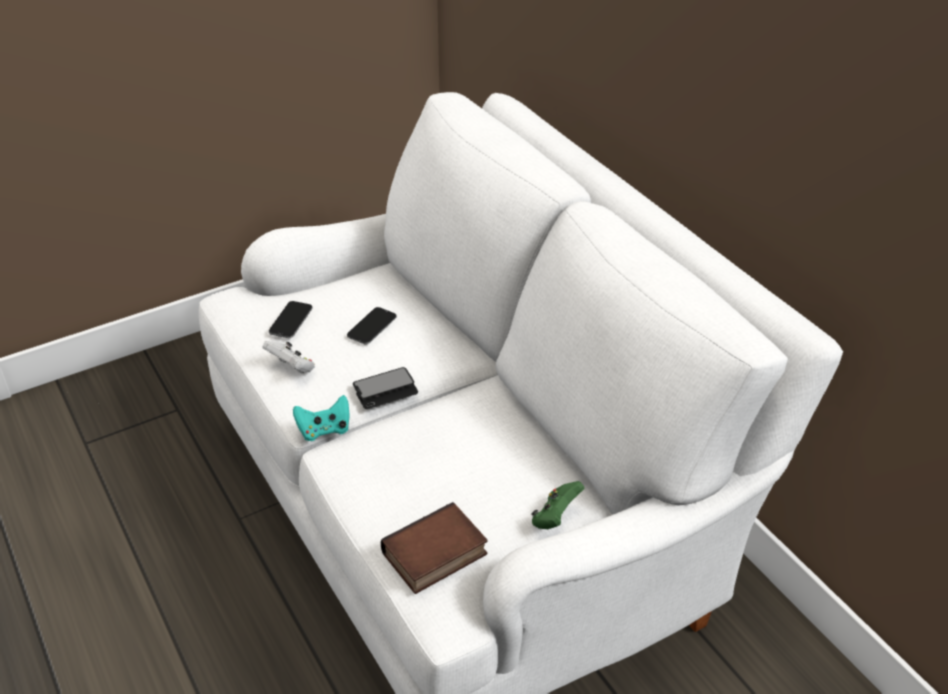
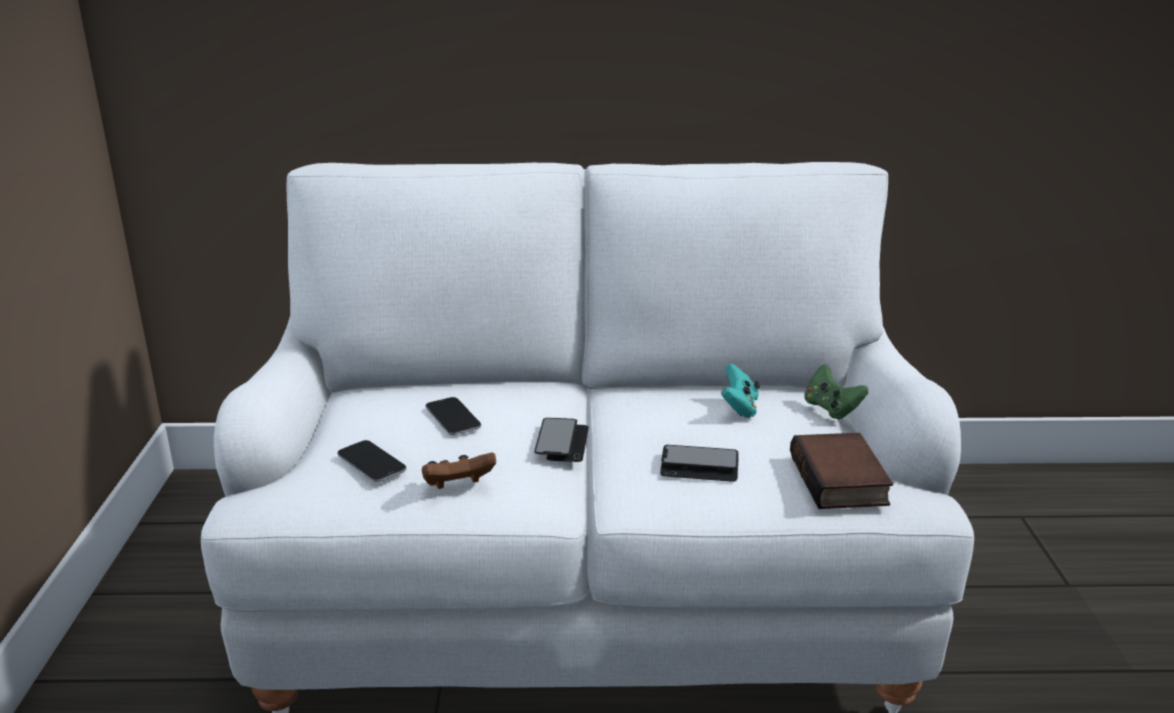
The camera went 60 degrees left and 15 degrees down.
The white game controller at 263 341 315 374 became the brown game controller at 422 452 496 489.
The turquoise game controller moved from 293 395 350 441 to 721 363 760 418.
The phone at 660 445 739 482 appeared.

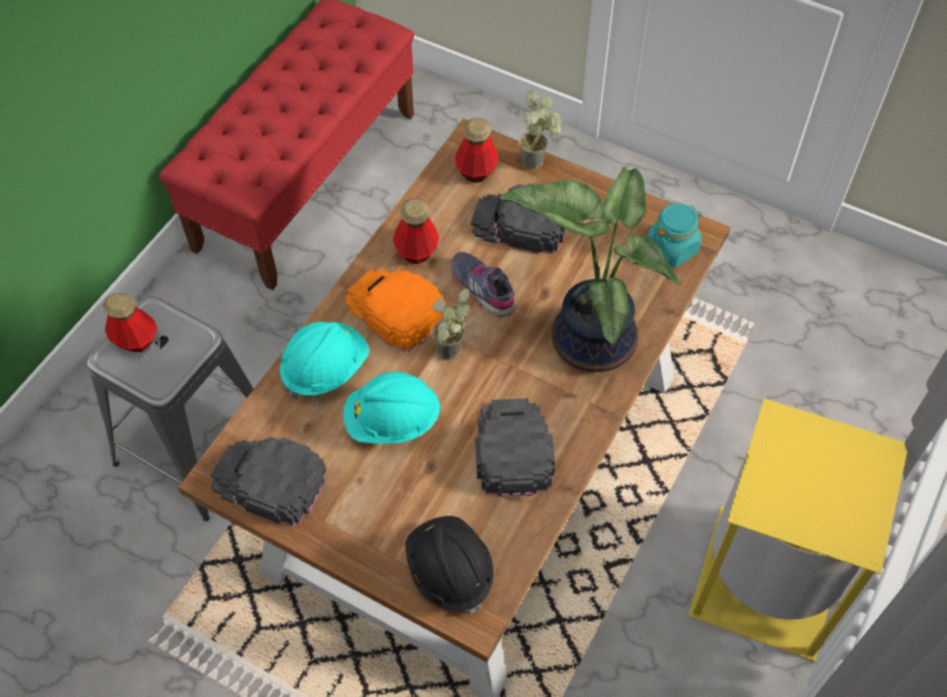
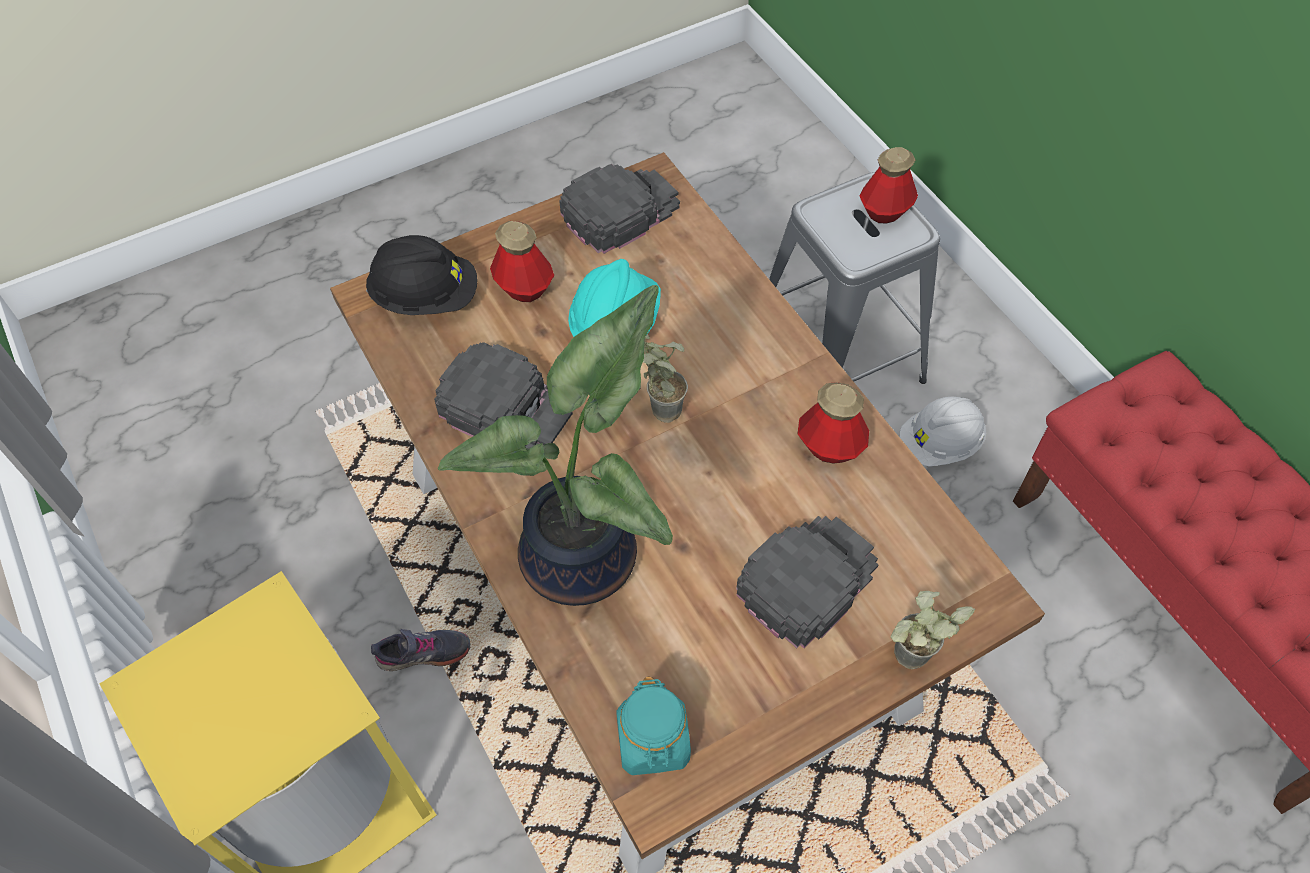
The camera went 120 degrees right and 0 degrees up.
The bottle moved from 455 118 498 183 to 490 221 554 302.
The grey shoe moved from 450 252 515 317 to 371 629 470 671.
The orange cap at 345 268 447 352 disappeared.
The turquoise hard hat at 280 322 369 400 disappeared.
The white hard hat at 900 397 986 467 appeared.

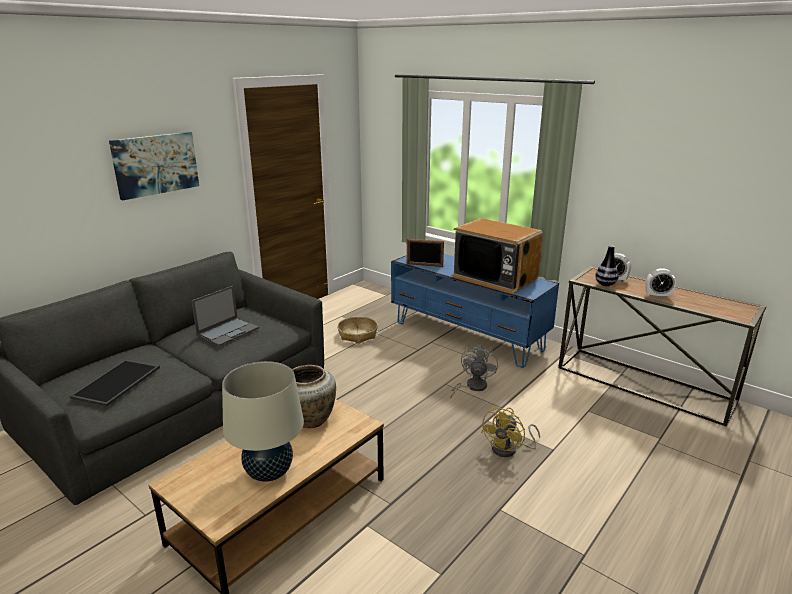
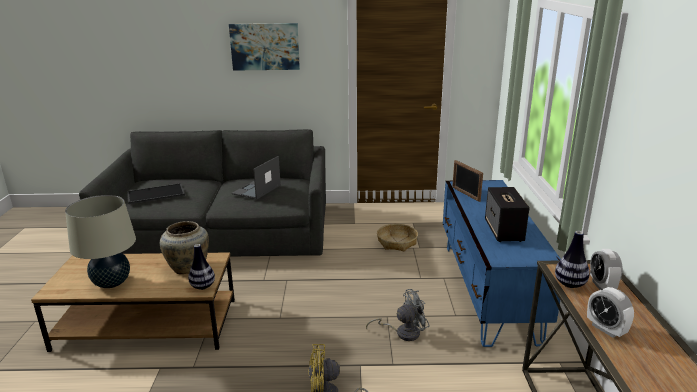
The camera went 50 degrees right and 0 degrees up.
The television at 452 218 543 294 was replaced by the speaker at 485 187 530 242.
The laptop at 191 286 259 346 turned 120 degrees clockwise.
The vase at 188 244 215 290 appeared.

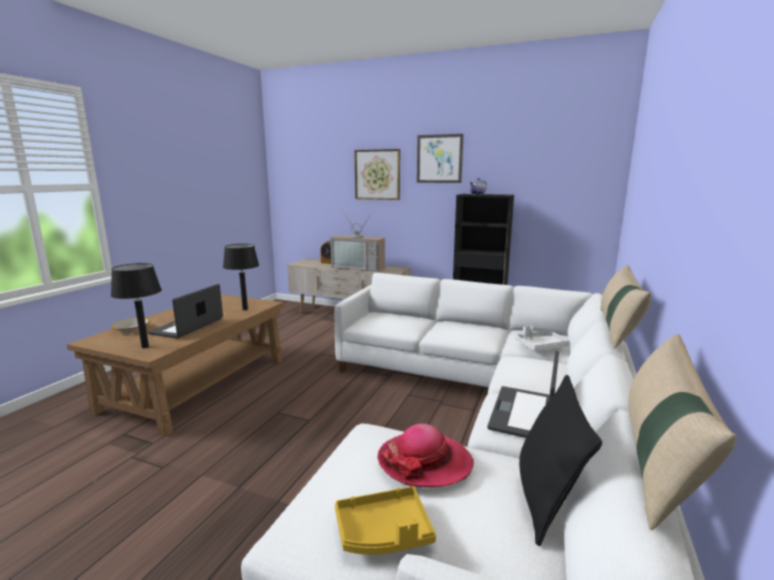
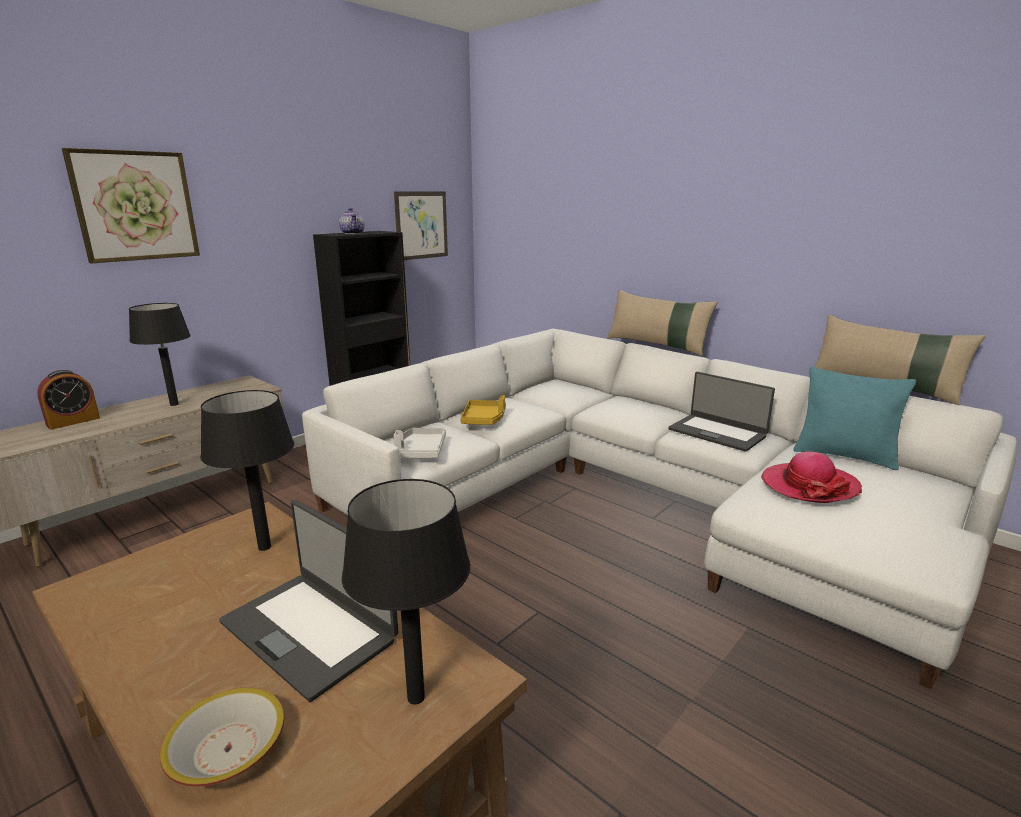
The camera went 70 degrees left and 5 degrees up.
The picture moved from 417 134 464 183 to 394 192 448 260.
The television at 330 210 385 272 was replaced by the black table lamp at 129 303 191 406.
The white tray moved from 515 325 570 351 to 394 428 446 458.
The black pillow at 519 375 602 546 became the turquoise pillow at 793 366 916 470.
The yellow tray moved from 335 486 436 555 to 460 395 506 425.

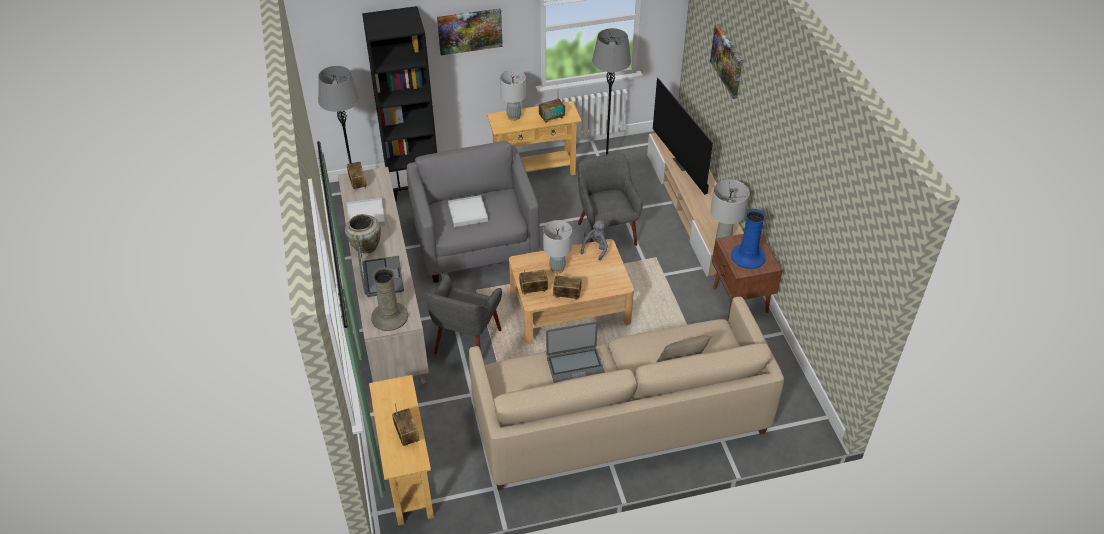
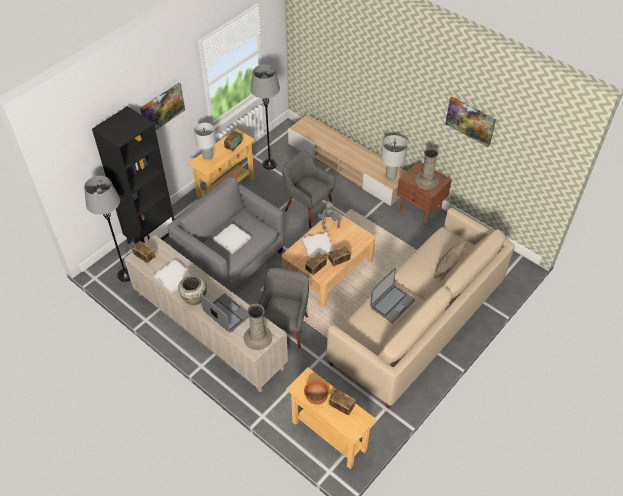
The camera went 35 degrees left and 5 degrees up.
The picture moved from 710 24 742 99 to 445 97 496 147.
The television at 653 78 713 195 disappeared.
The blue vase at 731 209 766 269 became the beige vase at 415 148 439 190.
The grey table lamp at 543 220 572 273 was replaced by the white tray at 302 232 334 259.
The grey armchair at 426 274 502 354 turned 150 degrees counterclockwise.
The brown bowl at 304 380 329 405 appeared.

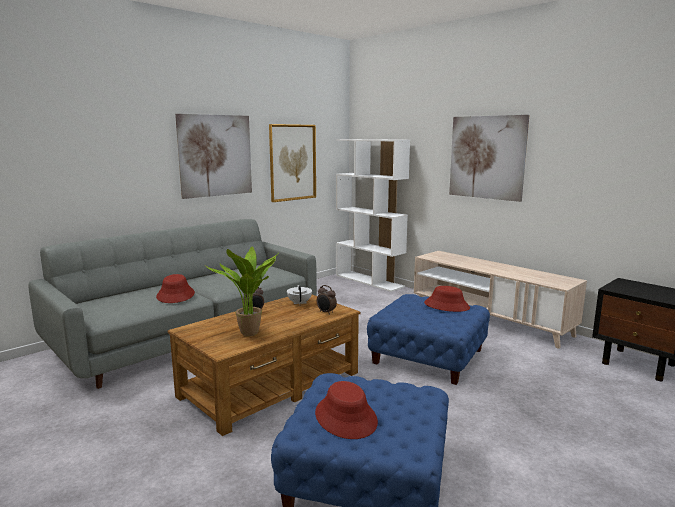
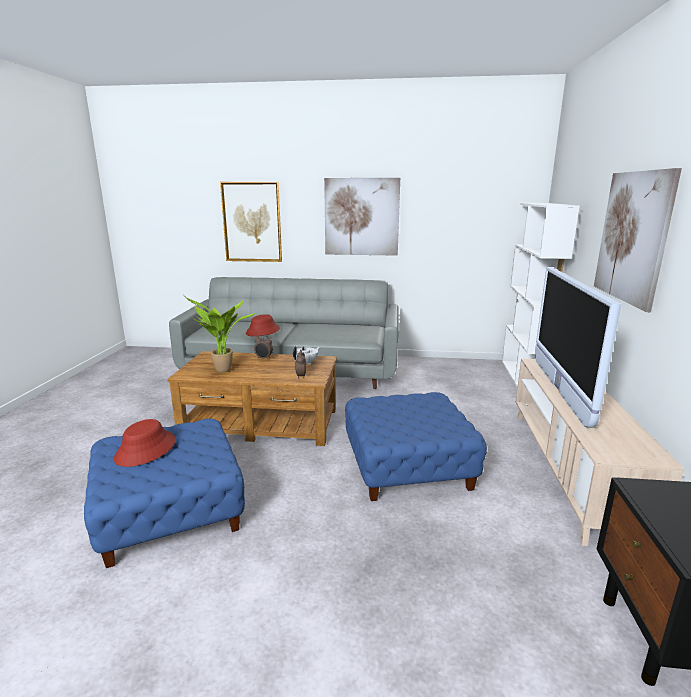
The camera went 50 degrees right and 5 degrees up.
The picture moved from 269 124 316 202 to 220 182 282 262.
The red hat at 424 286 470 312 disappeared.
The television at 535 267 621 428 appeared.

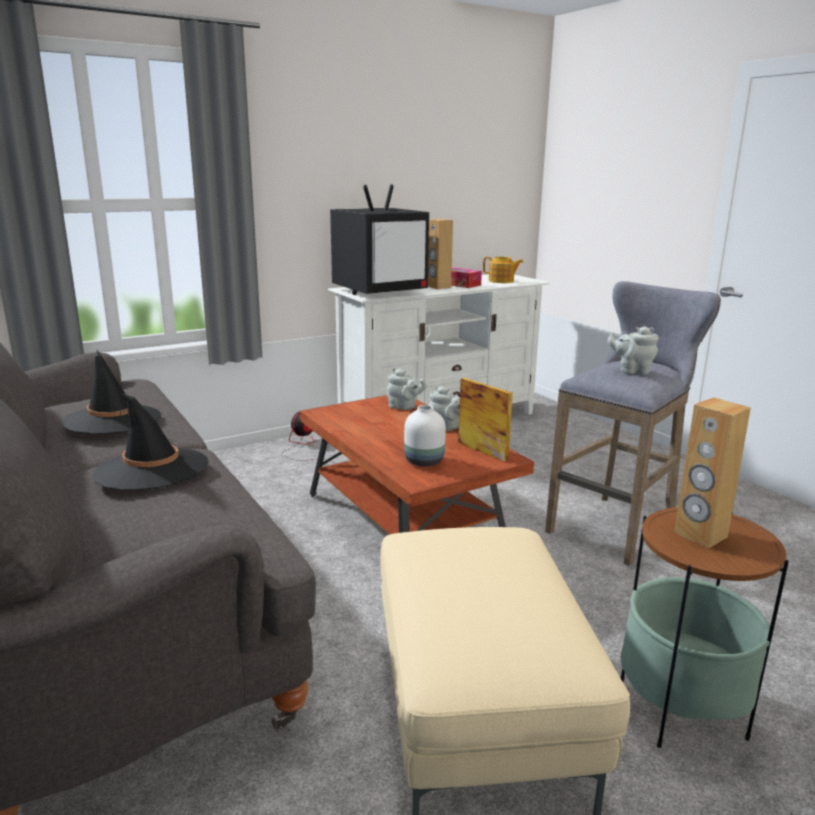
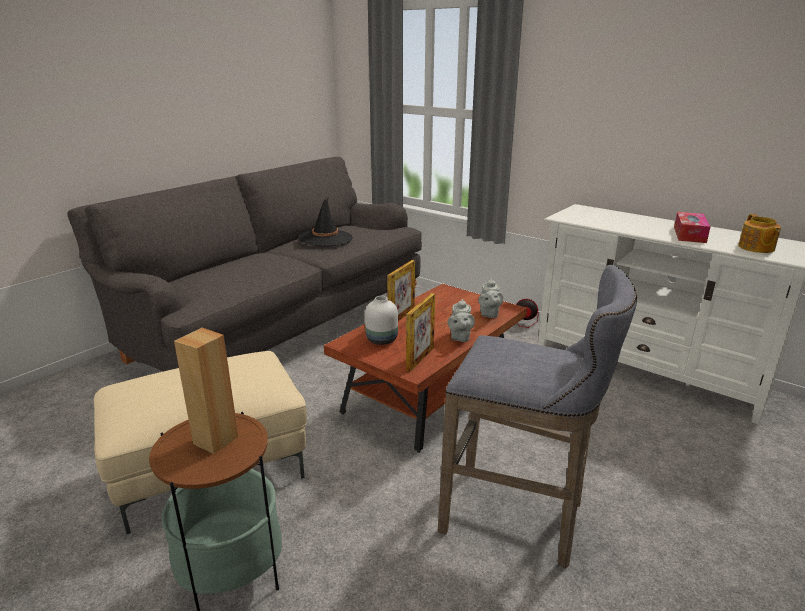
The camera went 70 degrees right and 5 degrees up.
The television at 330 184 429 295 disappeared.
The brown speaker at 428 219 453 289 disappeared.
The grey teapot at 608 326 659 375 disappeared.
The black hat at 92 393 209 490 disappeared.
The picture frame at 387 260 415 321 appeared.

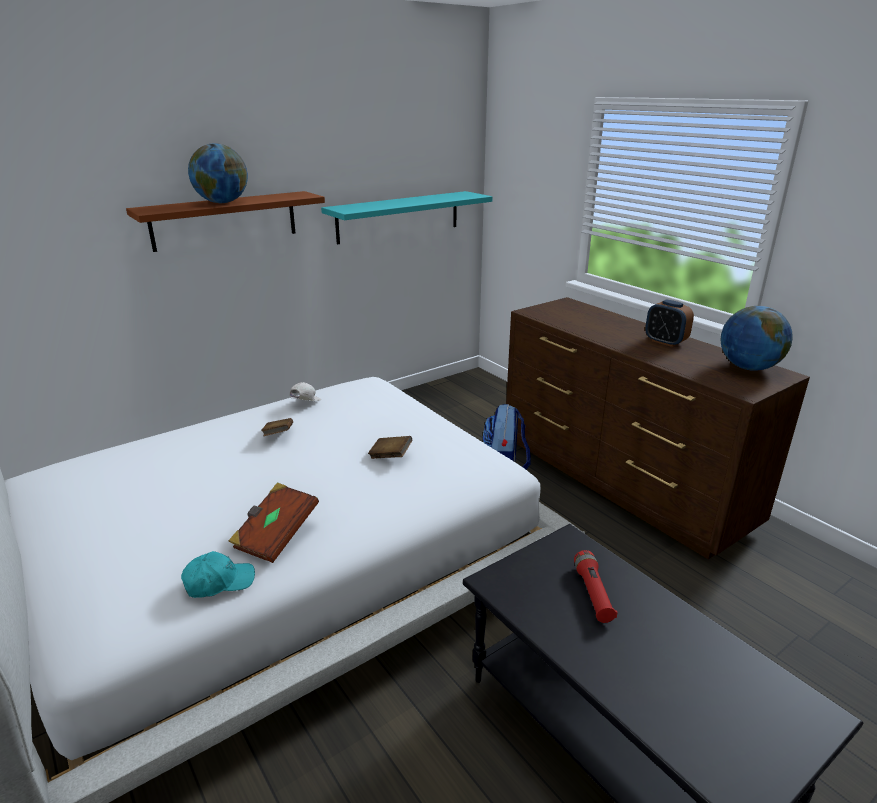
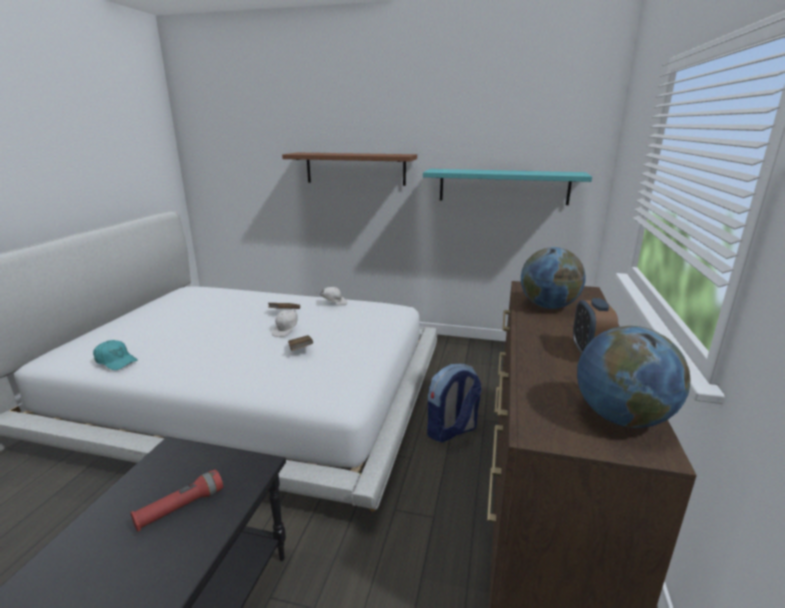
The camera went 50 degrees right and 5 degrees down.
The globe moved from 188 143 248 203 to 521 247 586 309.
The brown book at 228 482 319 563 disappeared.
The white cap at 272 309 298 337 appeared.

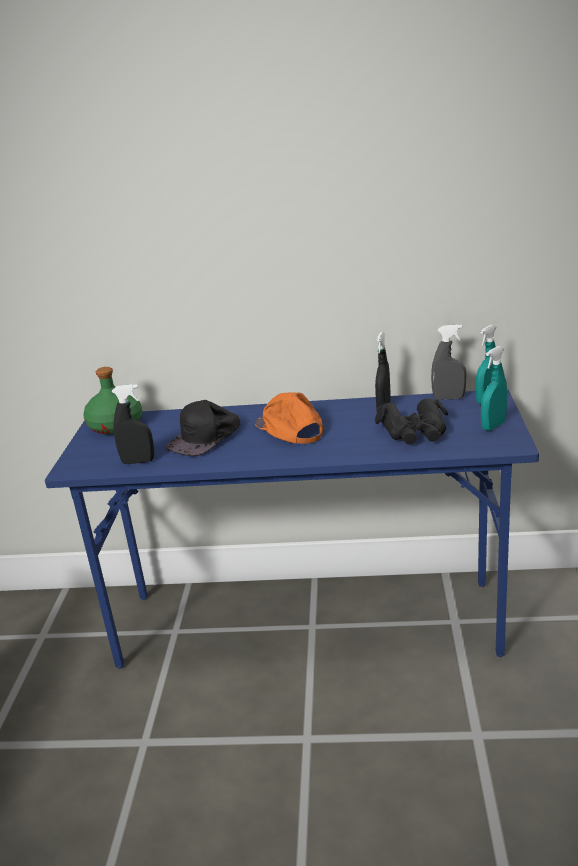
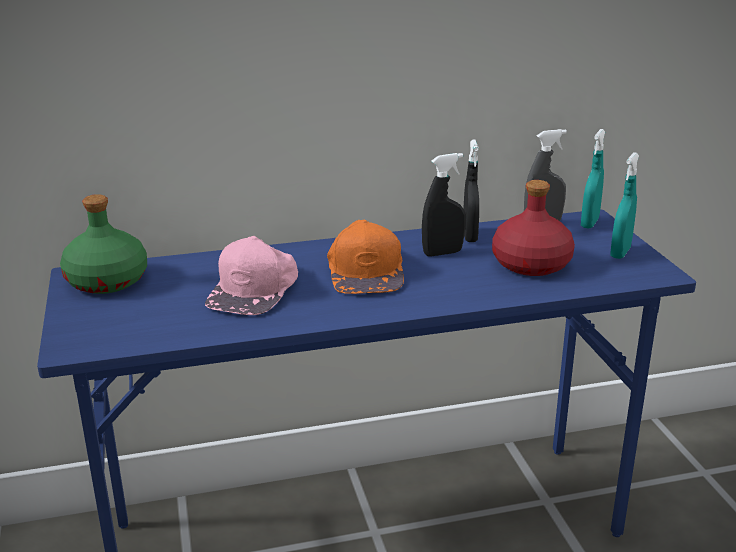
The camera went 20 degrees left and 0 degrees up.
The black spray bottle moved from 112 384 154 464 to 422 153 465 257.
The orange cap at 255 392 323 444 turned 135 degrees counterclockwise.
The black binoculars at 375 398 448 444 was replaced by the red bottle at 492 180 575 276.
The black cap at 166 400 240 456 became the pink cap at 205 236 298 315.

